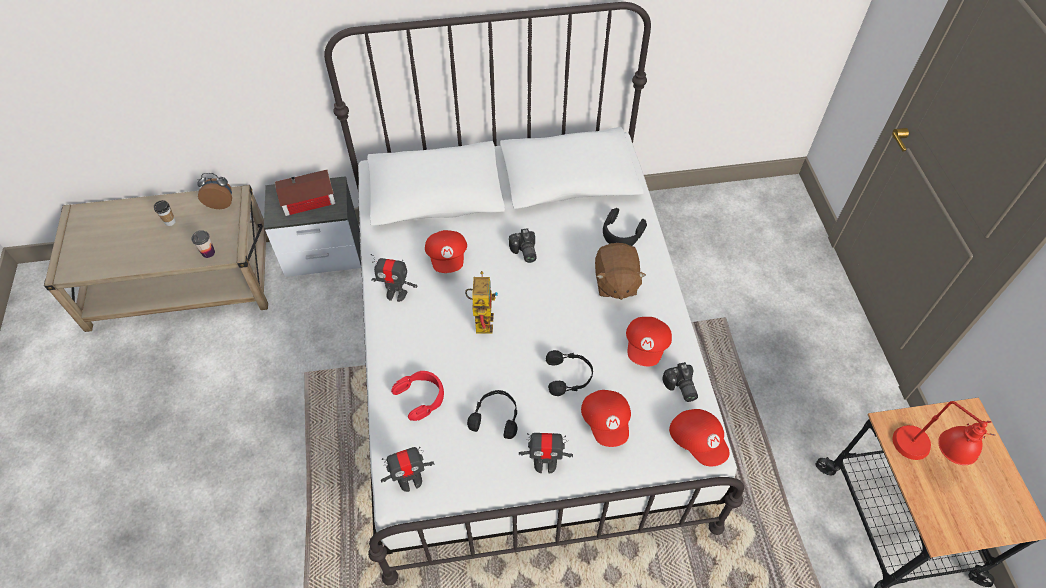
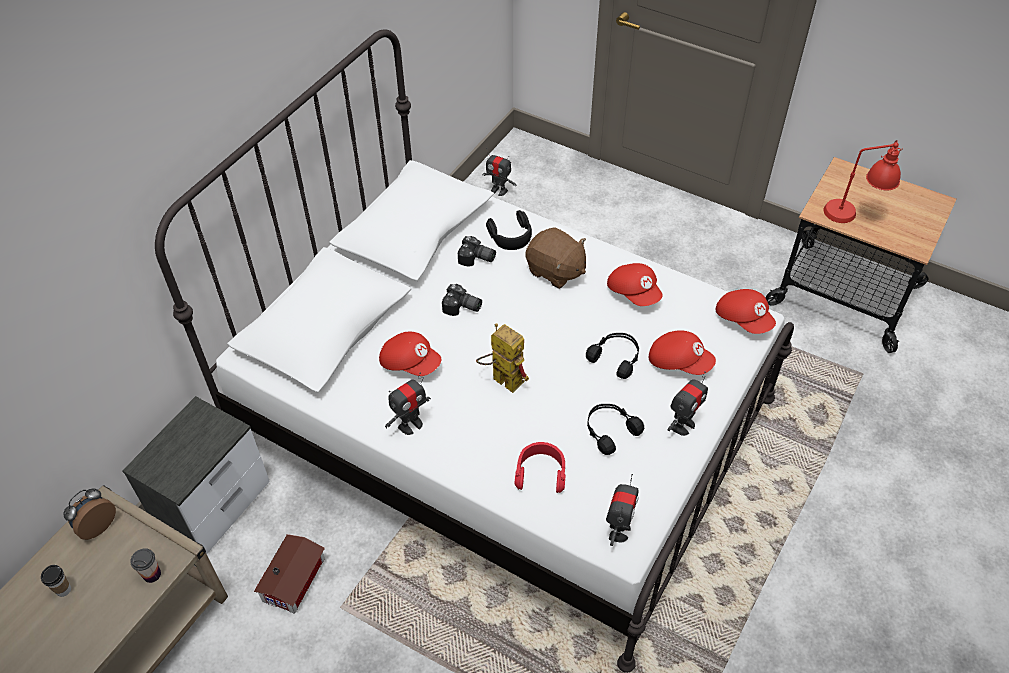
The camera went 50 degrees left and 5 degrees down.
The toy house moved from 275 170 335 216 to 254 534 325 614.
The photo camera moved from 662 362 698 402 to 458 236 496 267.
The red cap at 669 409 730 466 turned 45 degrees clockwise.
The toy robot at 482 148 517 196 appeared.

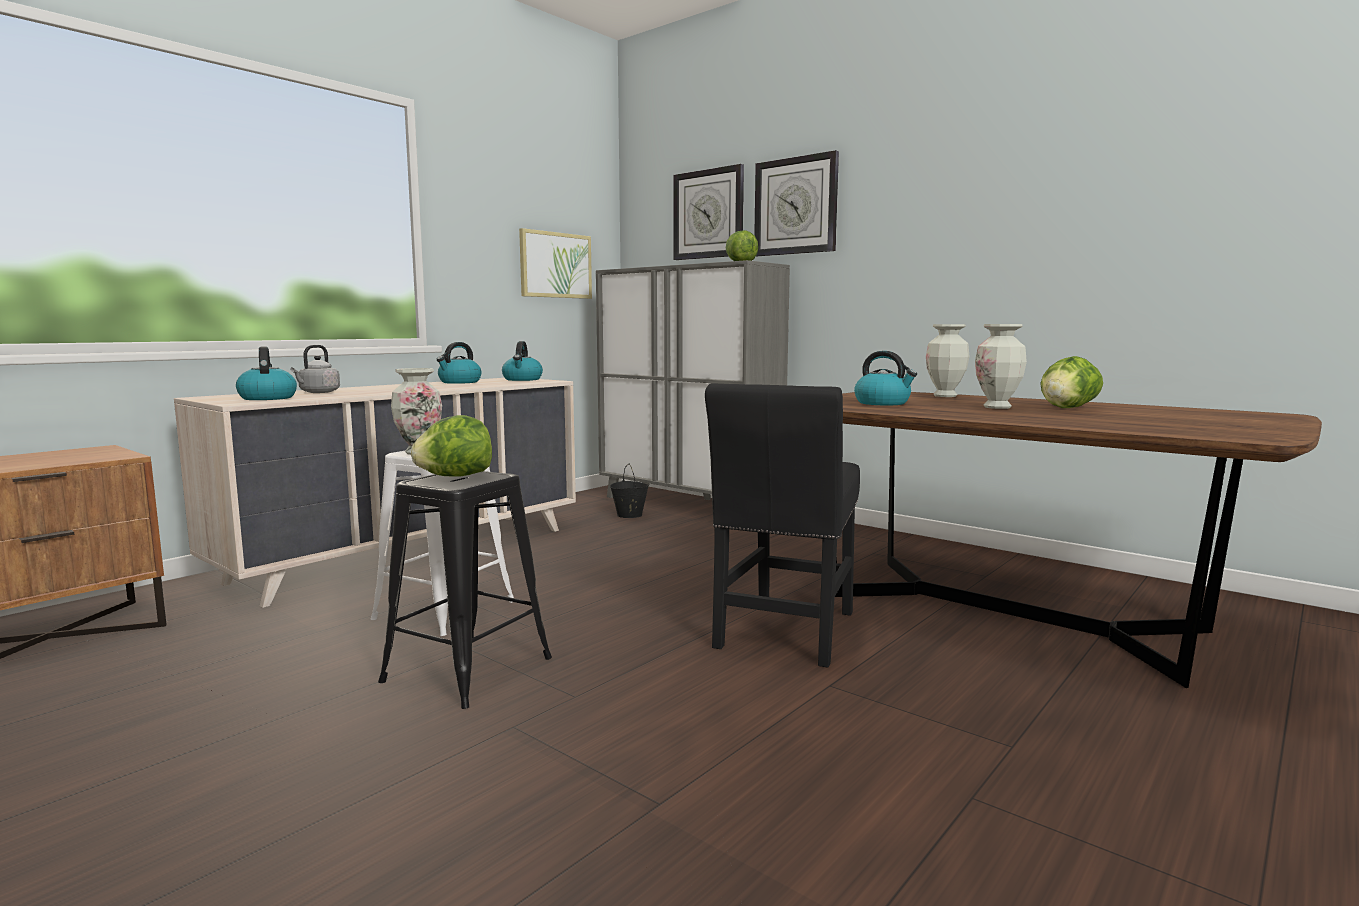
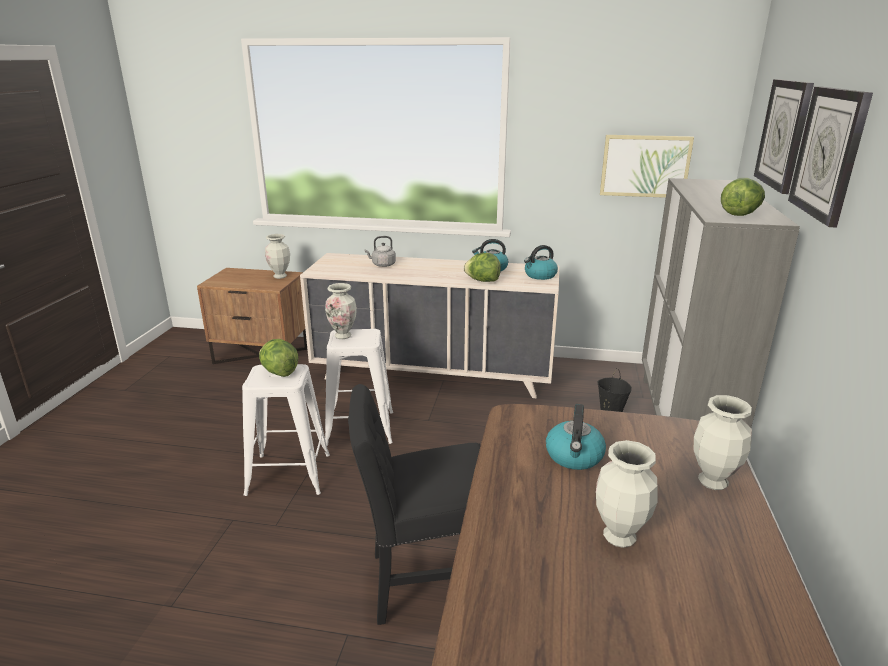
The camera went 60 degrees right and 15 degrees up.
The kettle at 236 347 297 400 disappeared.
The lettuce moved from 1040 356 1103 408 to 464 253 501 282.
The black stool at 378 471 552 709 became the white stool at 242 364 330 496.
The vase at 265 234 290 279 appeared.

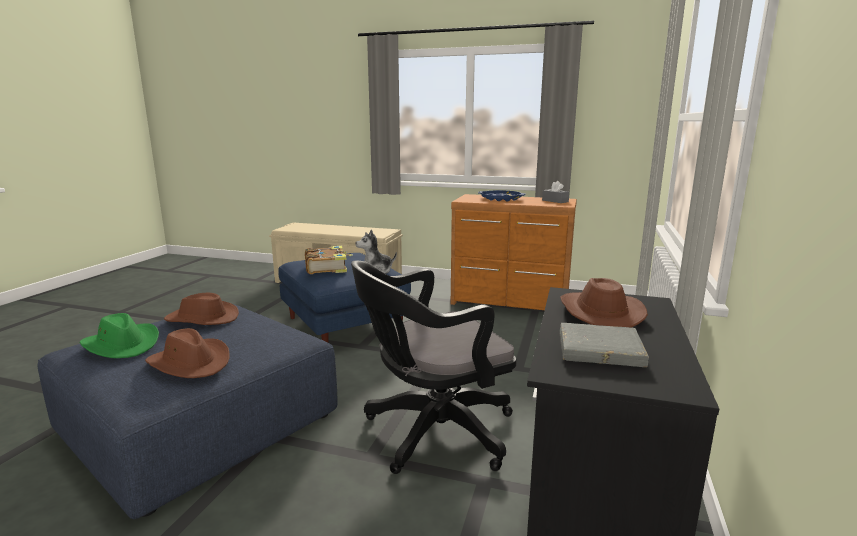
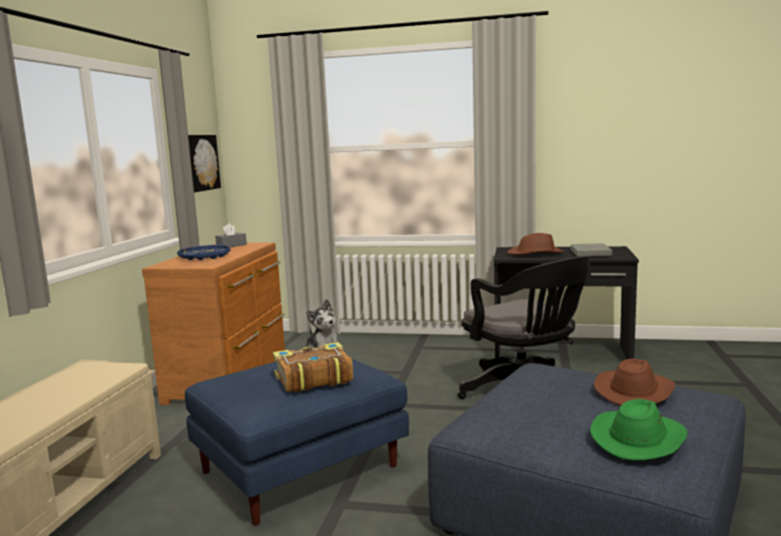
The camera went 95 degrees left and 5 degrees down.
The brown hat at 164 293 239 325 disappeared.
The picture at 188 135 221 192 appeared.

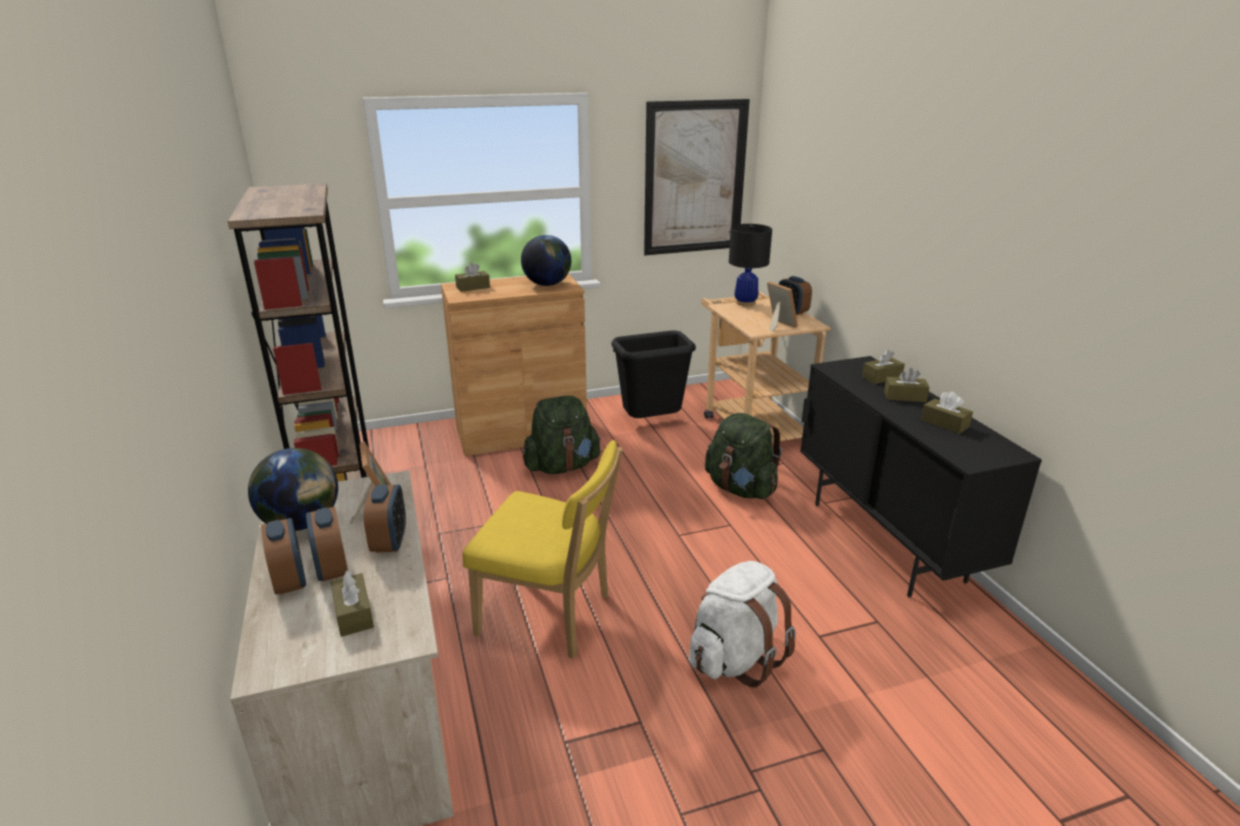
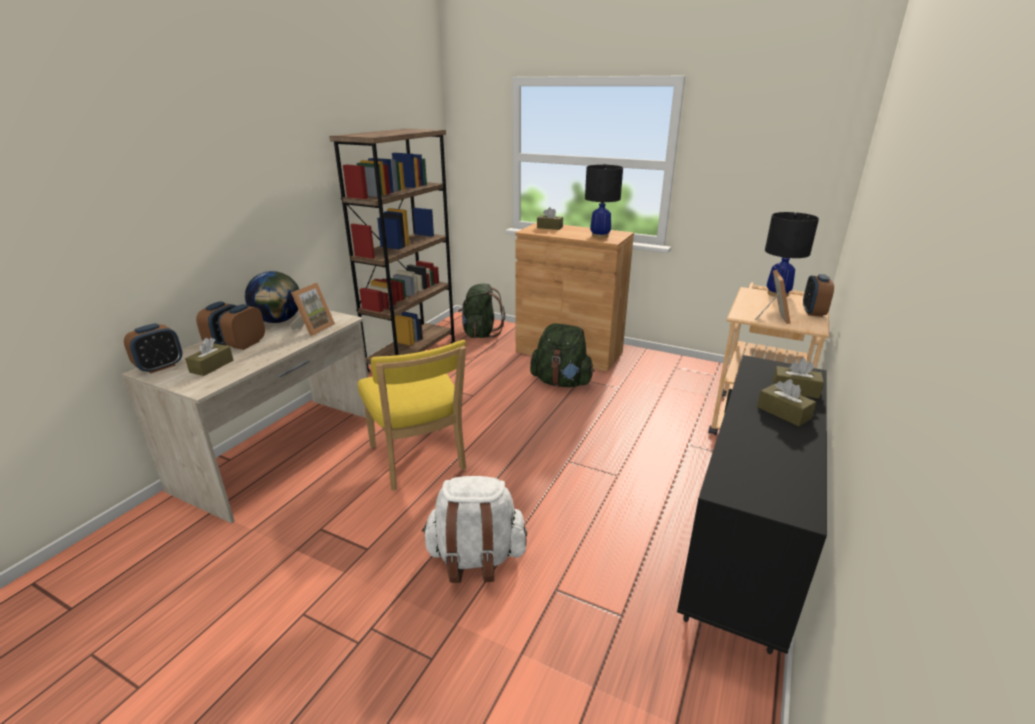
The camera went 45 degrees right and 0 degrees up.
The picture at 644 99 750 255 disappeared.
The globe at 521 235 571 286 was replaced by the black table lamp at 585 164 623 238.
The black trash can at 612 330 696 418 disappeared.
The brown tissue box at 921 392 973 434 disappeared.
The green backpack moved from 705 413 782 499 to 458 284 505 338.
The alarm clock moved from 363 484 406 553 to 124 323 182 374.

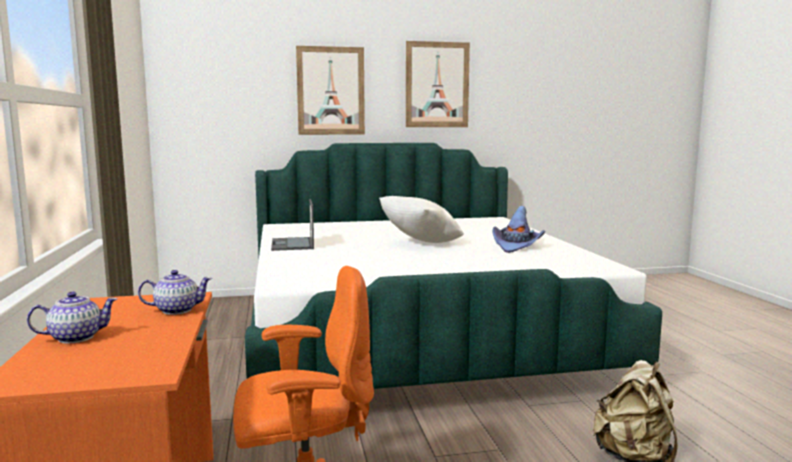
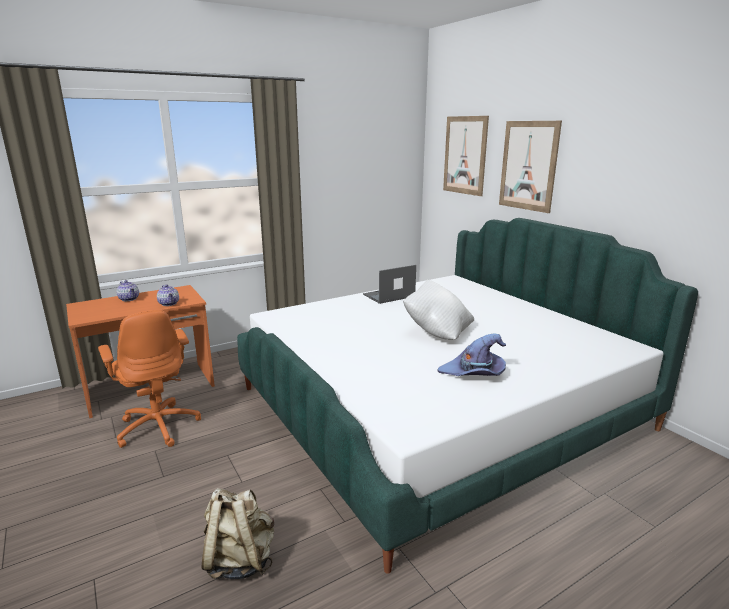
The camera went 70 degrees right and 10 degrees up.
The picture moved from 406 41 470 127 to 443 116 489 196.

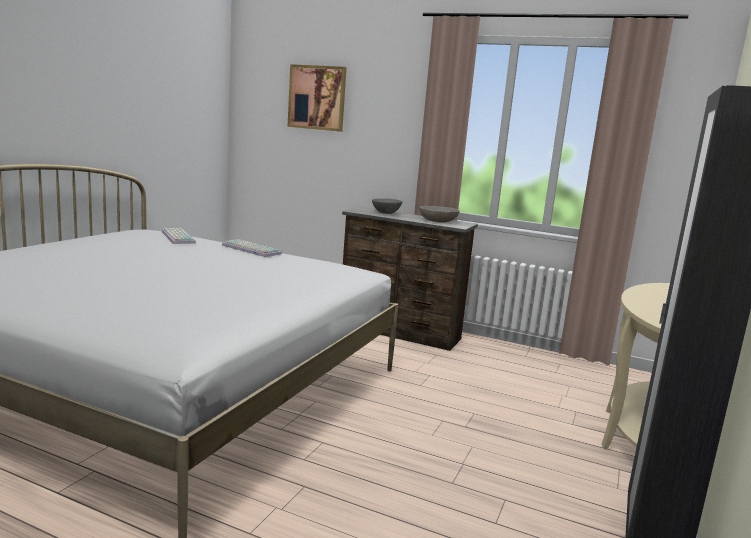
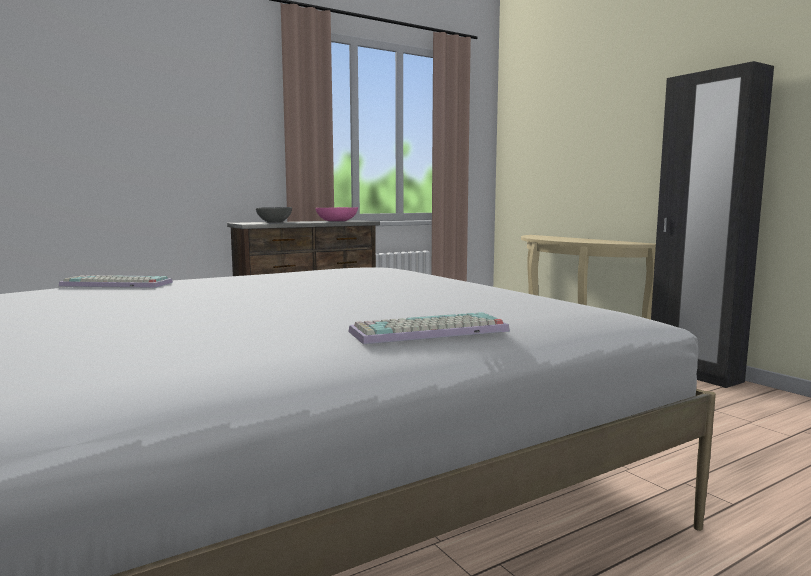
The camera went 55 degrees left and 5 degrees down.
The picture at 288 64 347 132 disappeared.
The grey bowl at 420 206 460 223 became the pink bowl at 316 207 358 221.
The keyboard moved from 222 239 282 257 to 348 312 510 344.

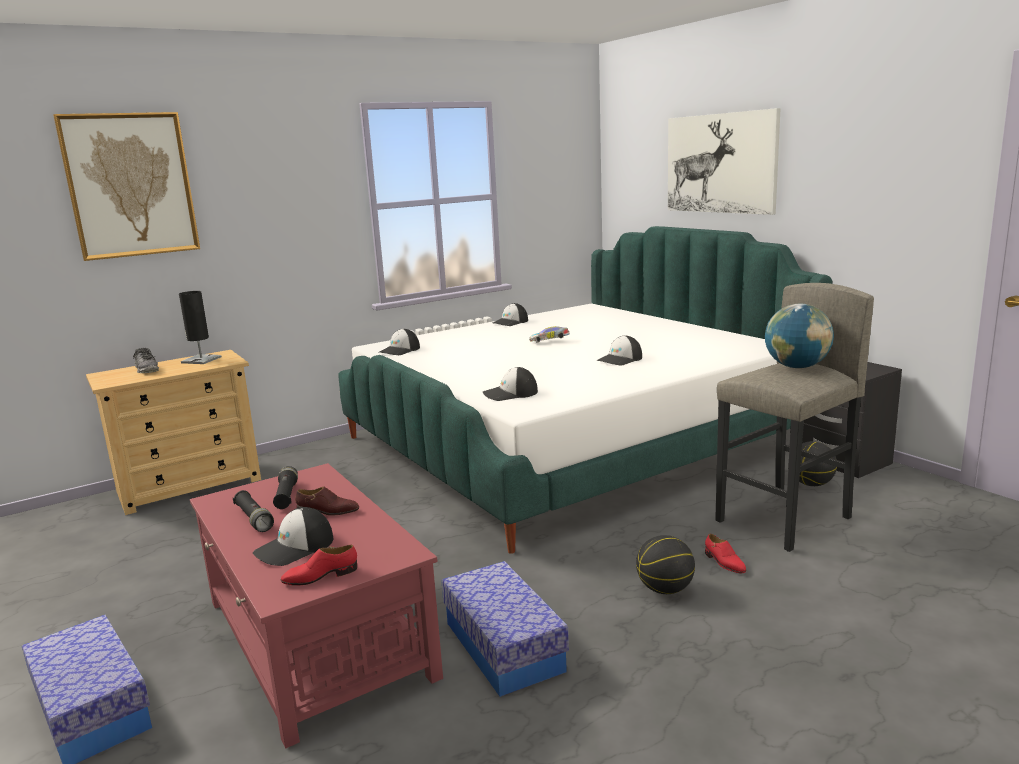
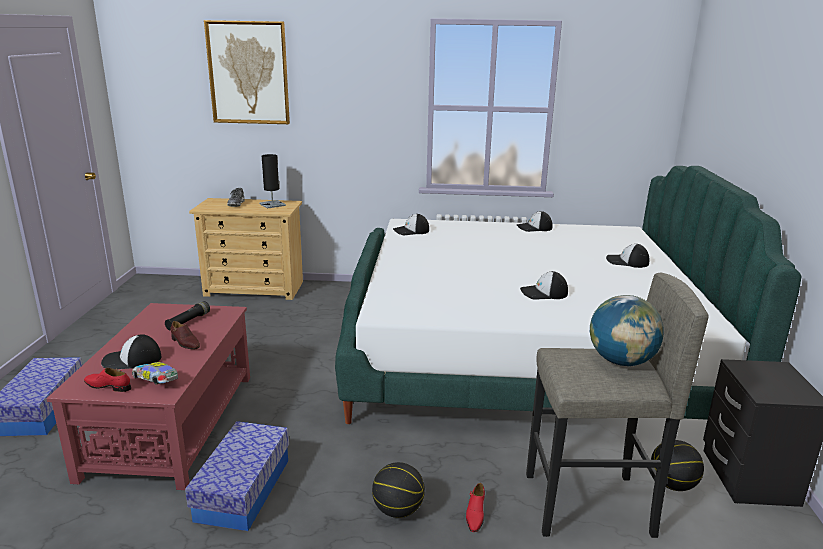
The camera went 35 degrees right and 5 degrees up.
The picture at 668 108 781 215 disappeared.
The toy car moved from 529 326 570 342 to 132 362 178 385.
The cap moved from 483 367 538 401 to 606 244 650 268.
The black flashlight at 233 490 274 532 disappeared.

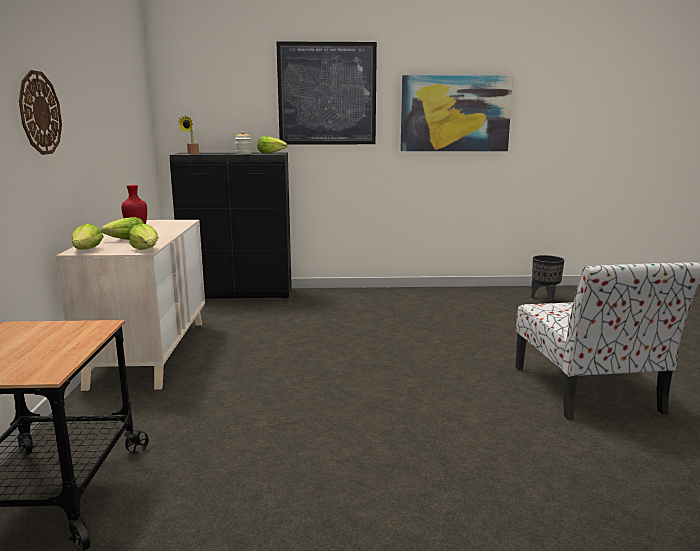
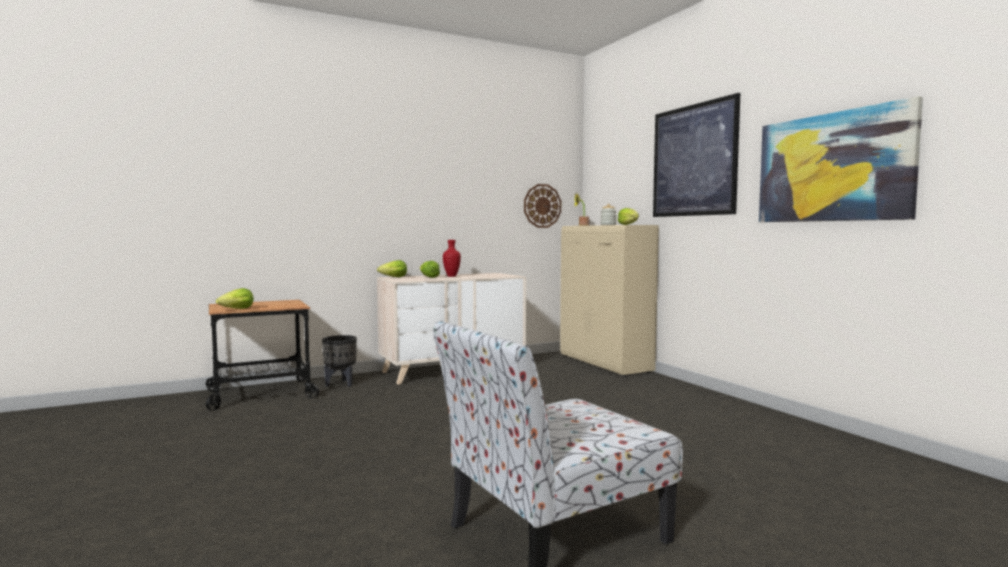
The camera went 65 degrees right and 10 degrees down.
The wall clock moved from 19 70 62 155 to 524 184 561 228.
The black cabinet at 170 153 292 299 became the beige cabinet at 560 225 659 377.
The lettuce moved from 129 224 159 250 to 216 288 254 309.
The black planter moved from 531 255 565 303 to 322 335 357 387.

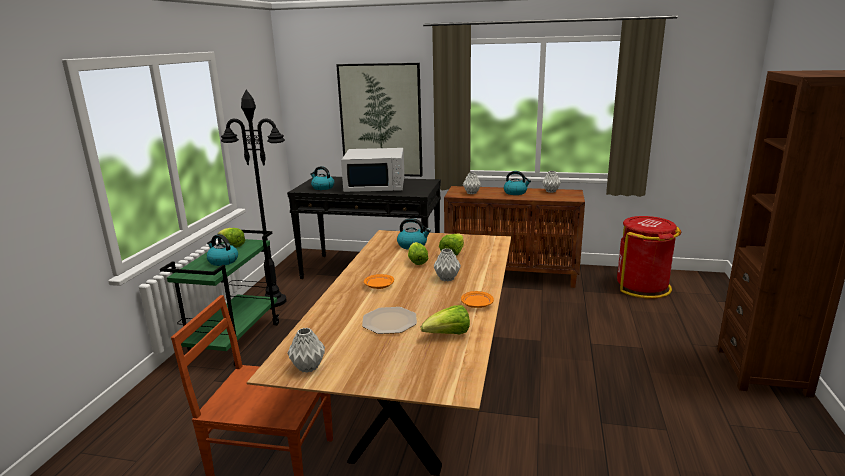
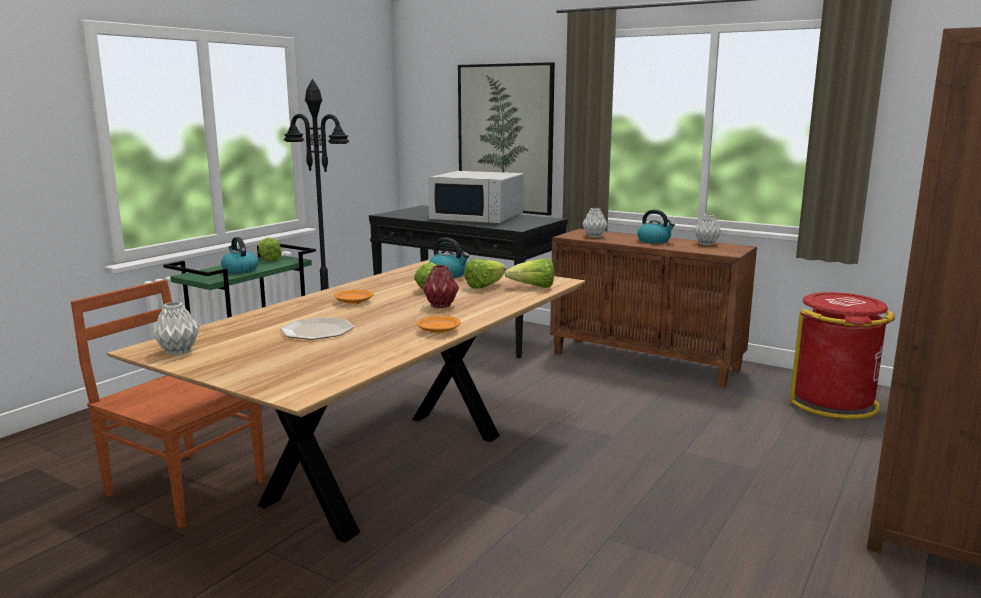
The camera went 20 degrees right and 5 degrees down.
The kettle at 310 166 334 190 disappeared.
The grey vase at 434 248 461 281 became the red vase at 423 265 459 308.
The lettuce moved from 421 305 470 335 to 505 258 554 288.

